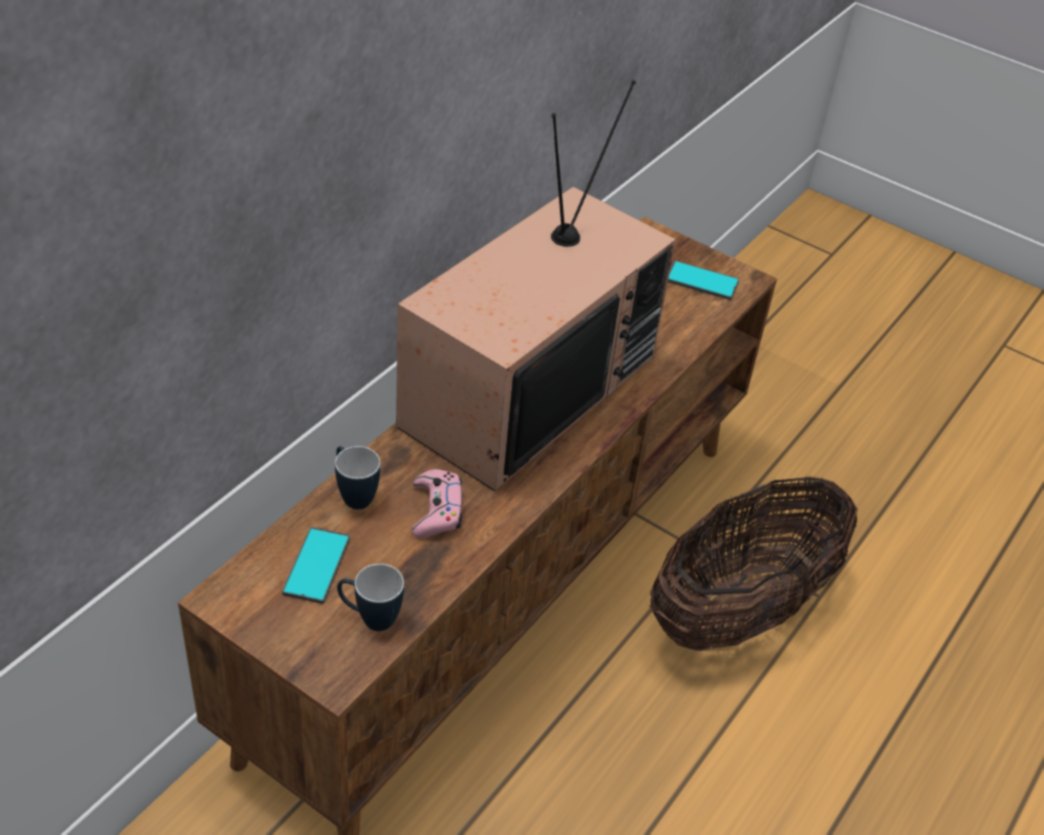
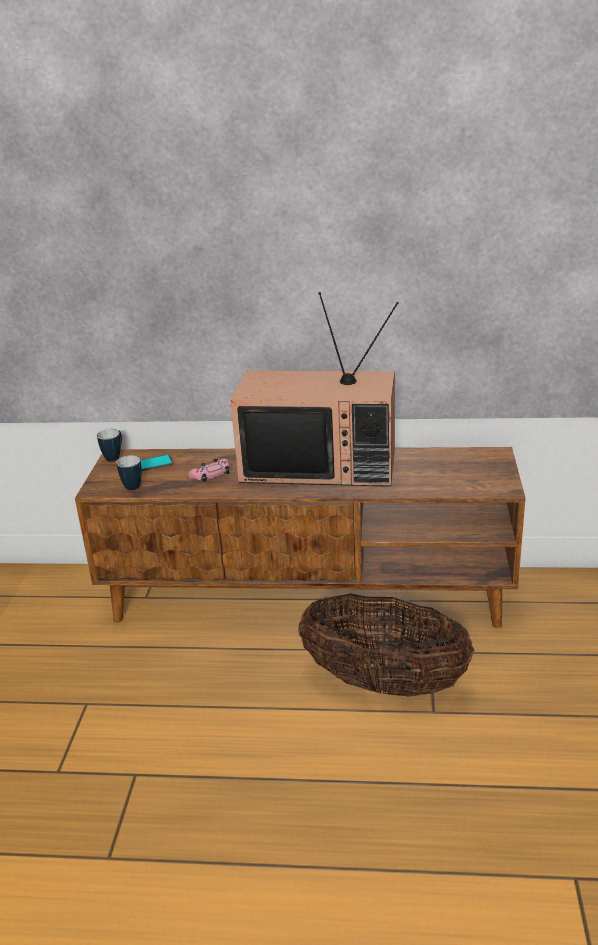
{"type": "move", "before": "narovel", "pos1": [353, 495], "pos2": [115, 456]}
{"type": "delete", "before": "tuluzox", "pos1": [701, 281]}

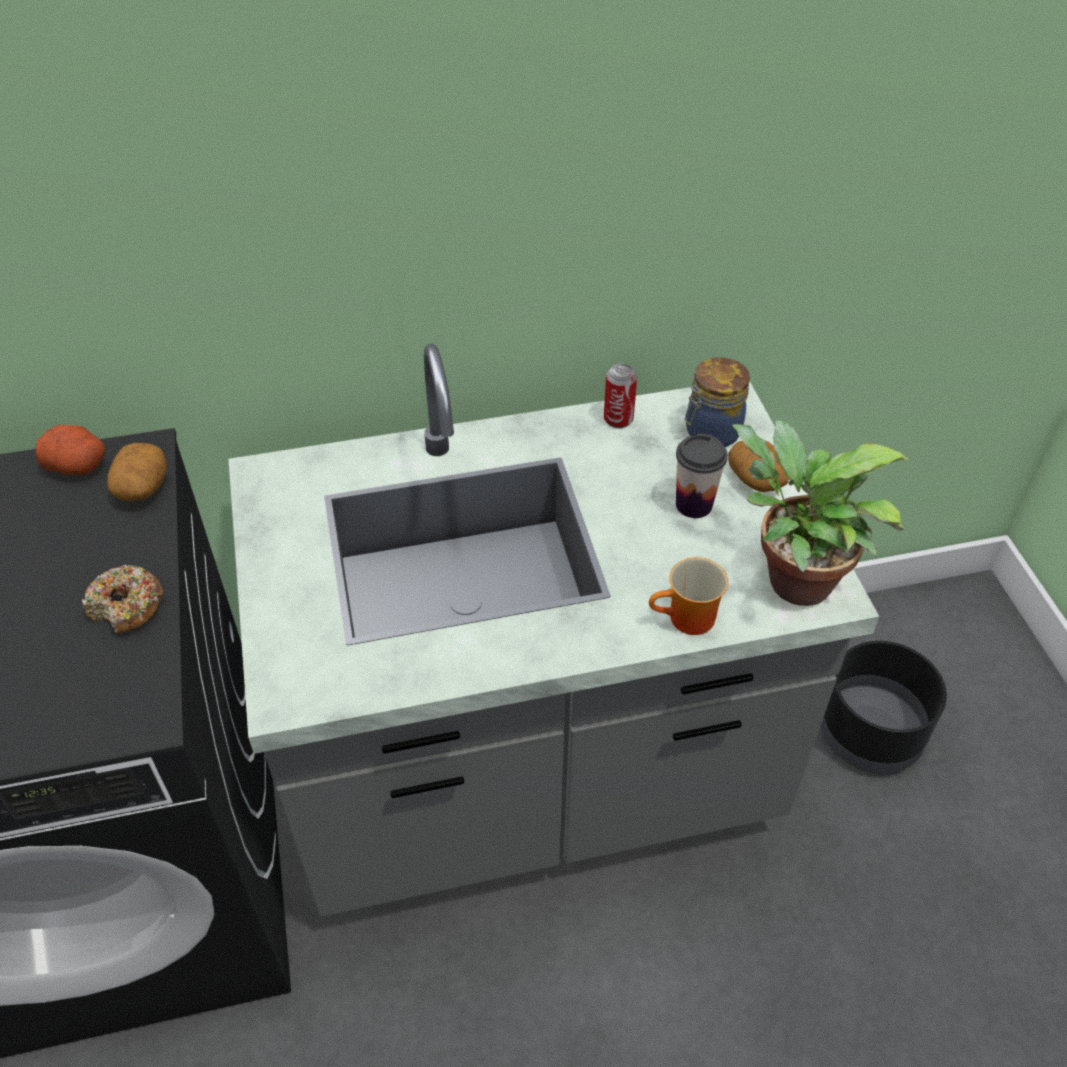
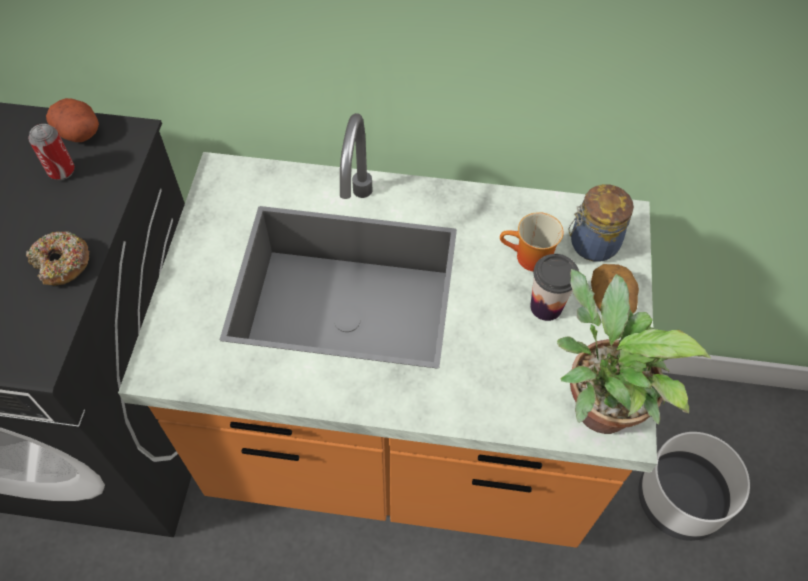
{"type": "delete", "before": "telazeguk", "pos1": [142, 487]}
{"type": "recolor", "before": "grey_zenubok", "after": "orange_zenubok", "pos1": [533, 779], "pos2": [401, 442]}
{"type": "move", "before": "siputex", "pos1": [618, 419], "pos2": [61, 171]}
{"type": "move", "before": "narovel", "pos1": [688, 621], "pos2": [529, 259]}
{"type": "recolor", "before": "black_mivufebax", "after": "white_mivufebax", "pos1": [871, 732], "pos2": [680, 499]}

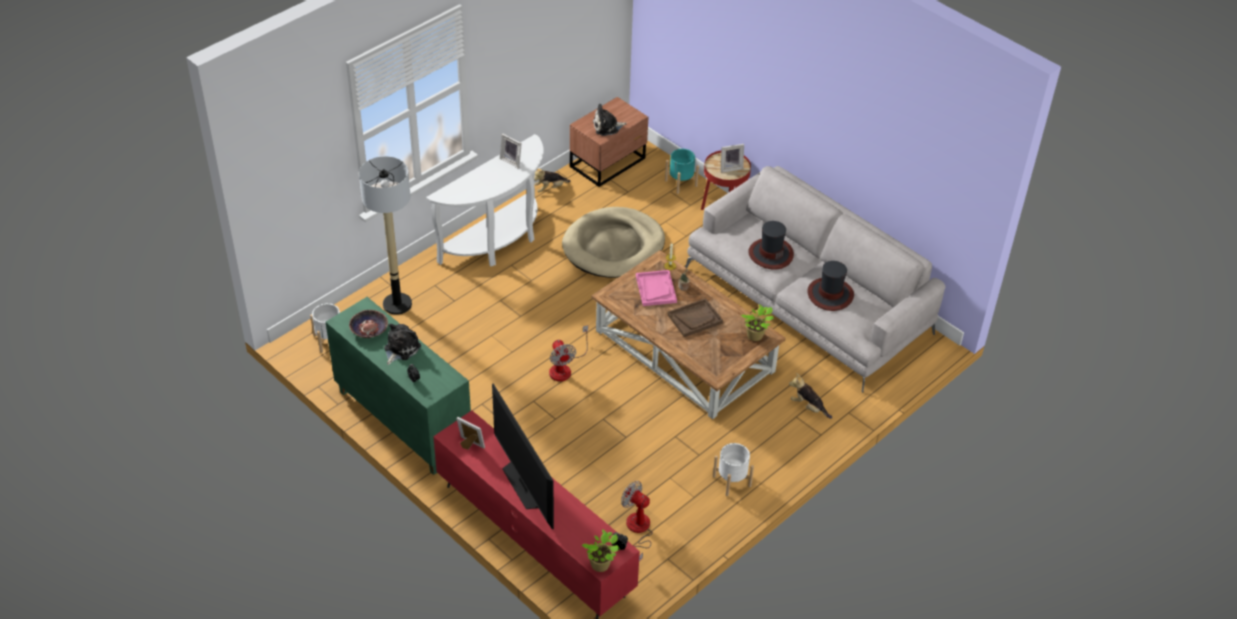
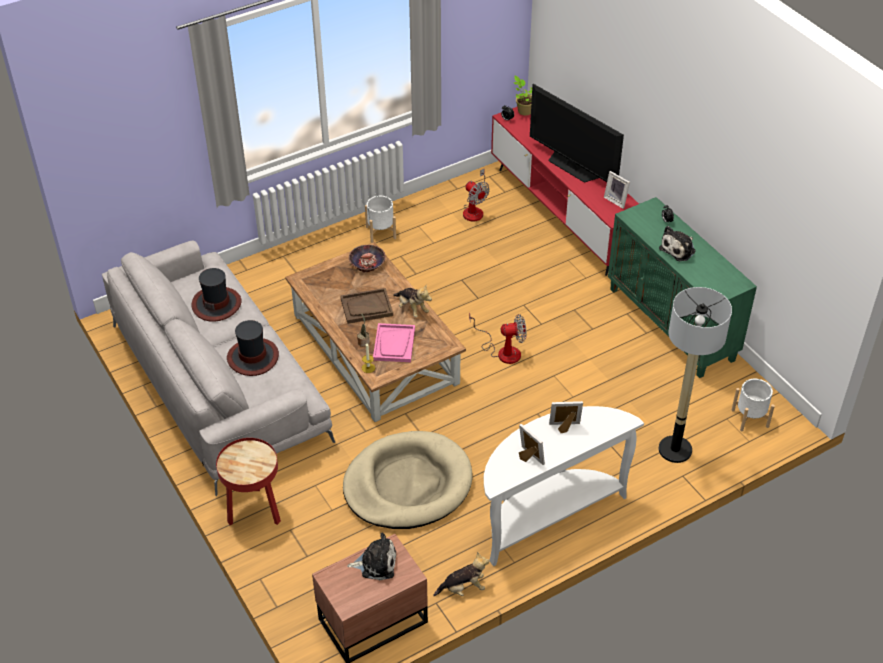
{"type": "move", "before": "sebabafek", "pos1": [369, 329], "pos2": [367, 263]}
{"type": "rotate", "before": "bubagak", "pos1": [525, 484], "pos2": [573, 167], "turn": 150}
{"type": "rotate", "before": "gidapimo", "pos1": [564, 367], "pos2": [502, 351], "turn": 90}
{"type": "delete", "before": "turquoise_mivufebax", "pos1": [681, 183]}
{"type": "move", "before": "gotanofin", "pos1": [730, 167], "pos2": [565, 428]}
{"type": "delete", "before": "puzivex", "pos1": [756, 336]}
{"type": "move", "before": "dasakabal", "pos1": [808, 407], "pos2": [412, 308]}

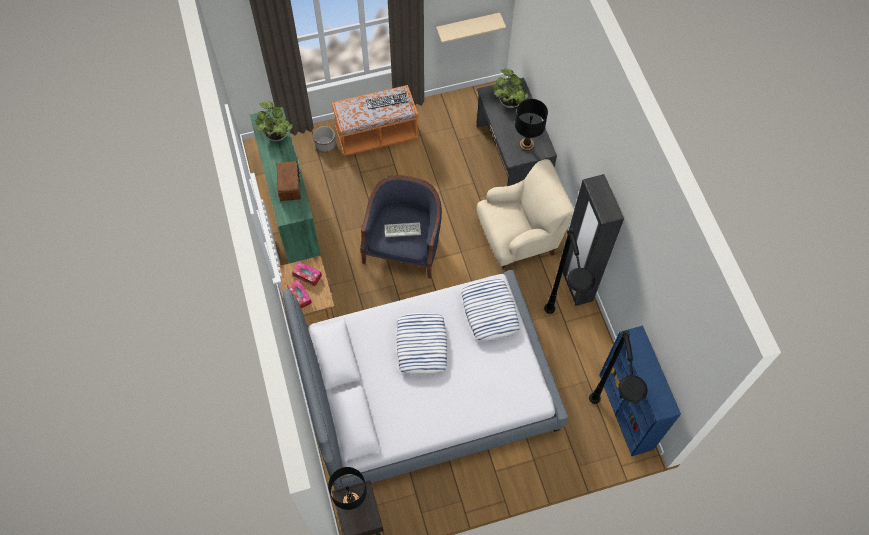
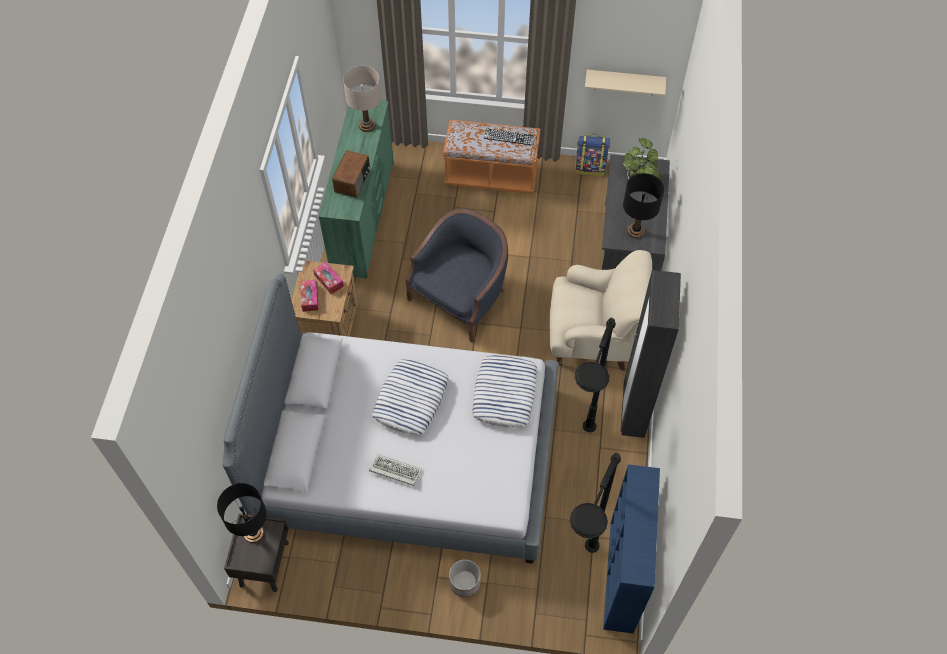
{"type": "replace", "before": "puzivex", "after": "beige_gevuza", "pos1": [276, 134], "pos2": [366, 126]}
{"type": "move", "before": "mivufebax", "pos1": [325, 145], "pos2": [464, 583]}
{"type": "move", "before": "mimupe", "pos1": [401, 231], "pos2": [394, 471]}
{"type": "insert", "after": "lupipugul", "pos2": [590, 168]}

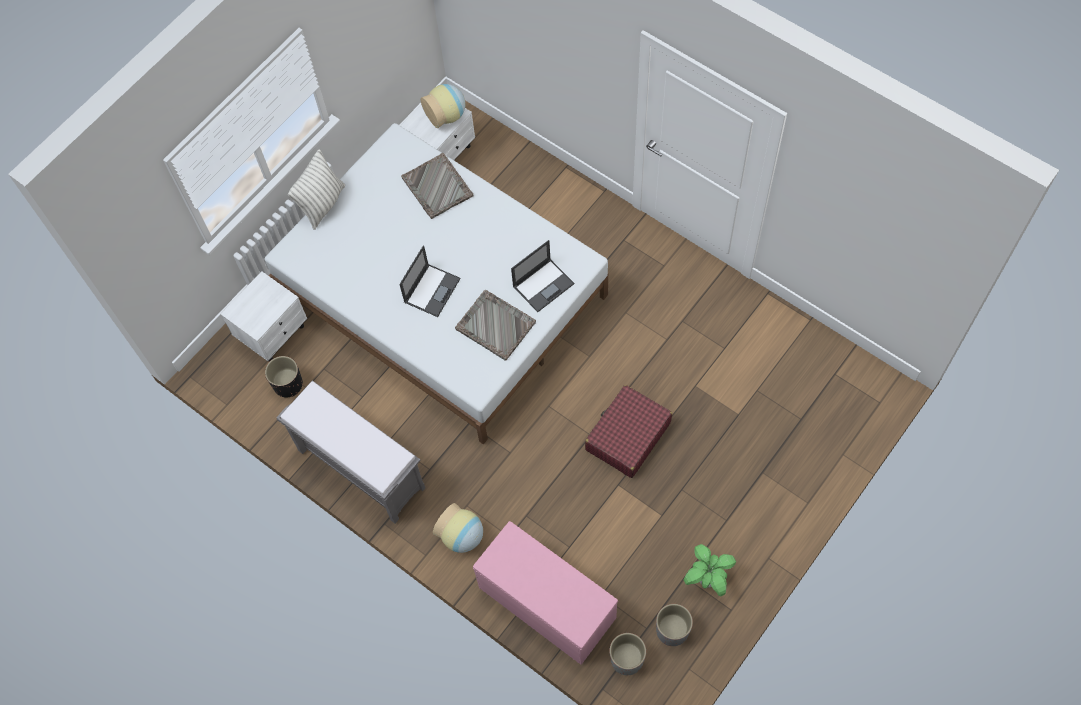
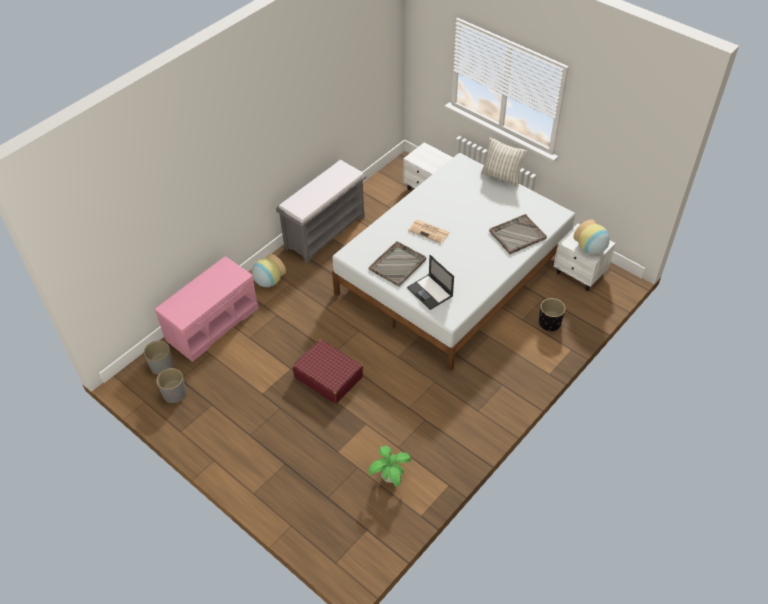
{"type": "move", "before": "black_mivufebax", "pos1": [288, 384], "pos2": [549, 323]}
{"type": "replace", "before": "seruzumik", "after": "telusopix", "pos1": [432, 290], "pos2": [429, 231]}
{"type": "move", "before": "puzivex", "pos1": [708, 579], "pos2": [390, 478]}

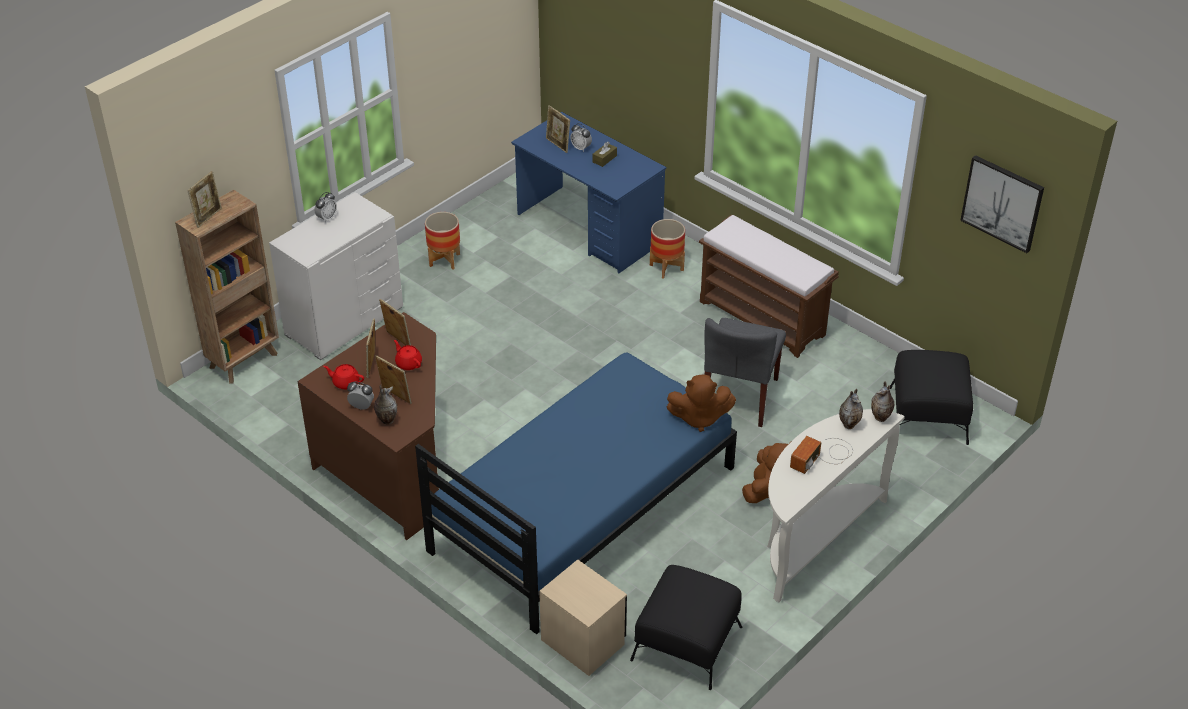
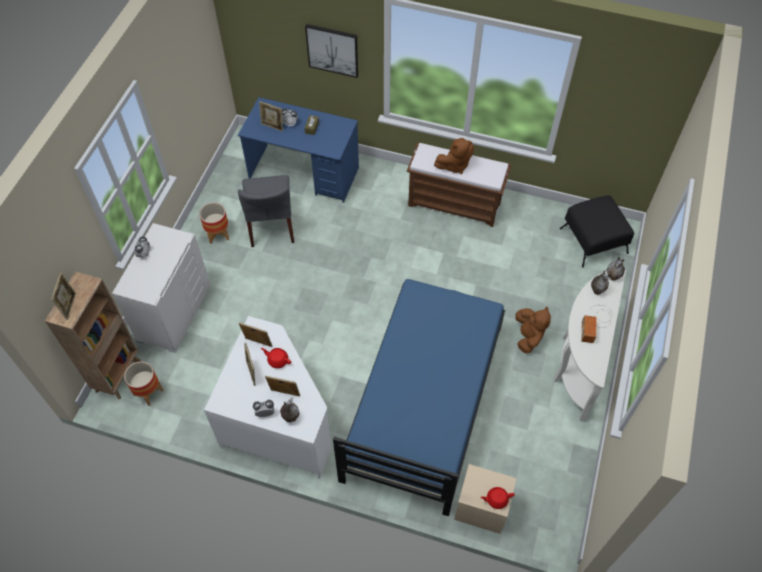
{"type": "recolor", "before": "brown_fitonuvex", "after": "white_fitonuvex", "pos1": [394, 468], "pos2": [278, 422]}
{"type": "move", "before": "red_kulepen", "pos1": [345, 382], "pos2": [496, 499]}
{"type": "delete", "before": "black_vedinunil", "pos1": [686, 643]}
{"type": "move", "before": "mivufebax", "pos1": [666, 267], "pos2": [148, 392]}
{"type": "move", "before": "brown_dasakabal", "pos1": [699, 418], "pos2": [454, 165]}
{"type": "move", "before": "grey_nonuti", "pos1": [739, 396], "pos2": [271, 225]}
{"type": "move", "before": "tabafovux", "pos1": [1002, 203], "pos2": [332, 50]}

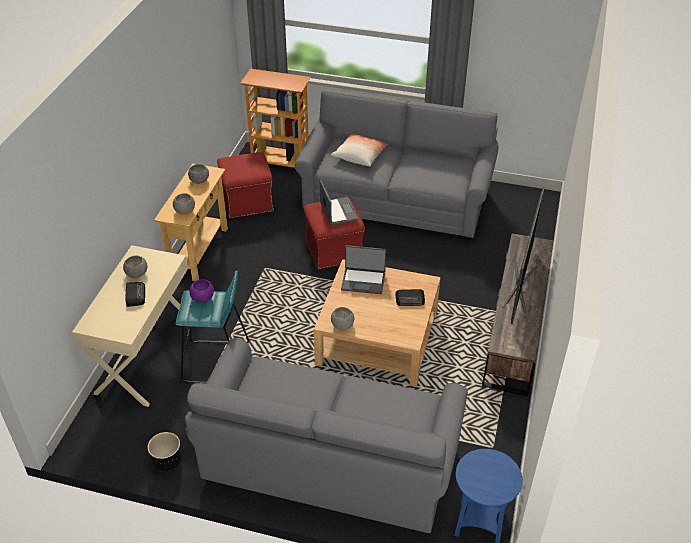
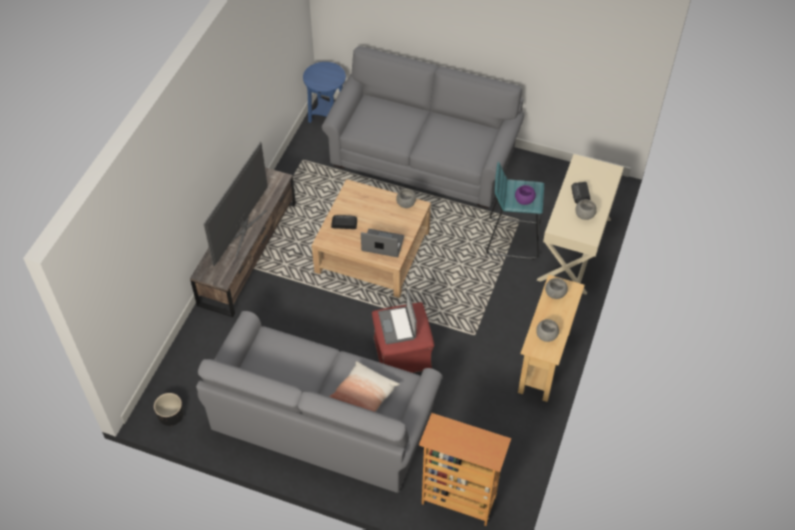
{"type": "move", "before": "black_mivufebax", "pos1": [167, 462], "pos2": [172, 416]}
{"type": "delete", "before": "red_vedinunil", "pos1": [247, 202]}

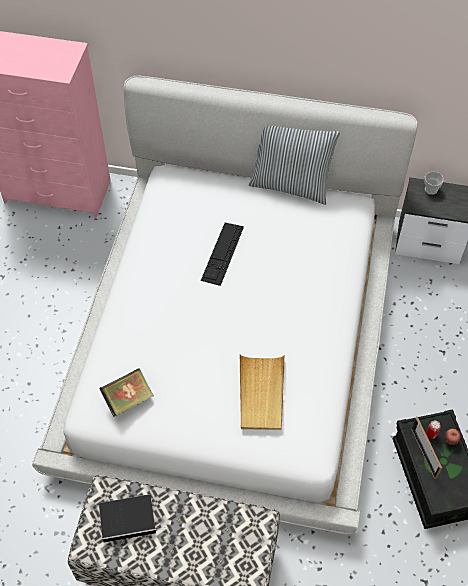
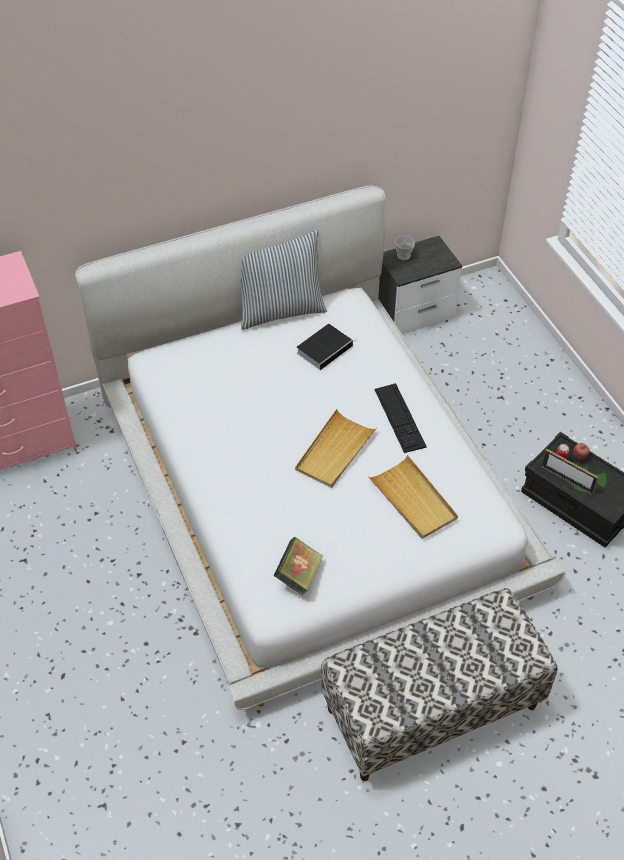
{"type": "move", "before": "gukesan", "pos1": [129, 519], "pos2": [325, 348]}
{"type": "move", "before": "mimupe", "pos1": [222, 253], "pos2": [399, 417]}
{"type": "insert", "after": "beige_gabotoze", "pos2": [335, 451]}

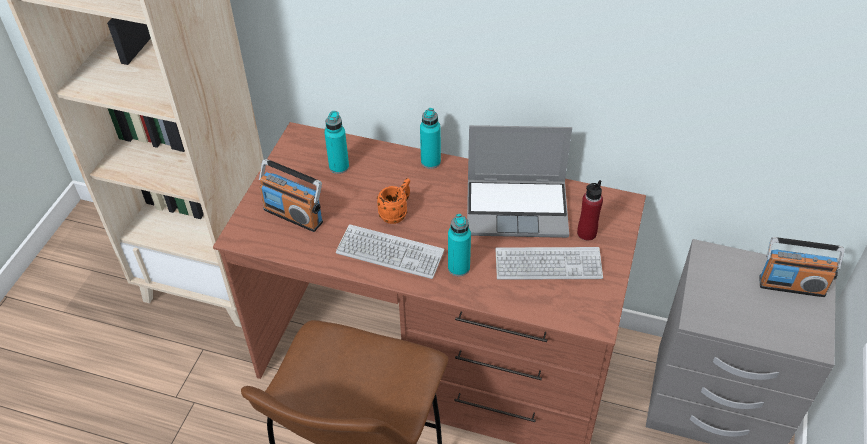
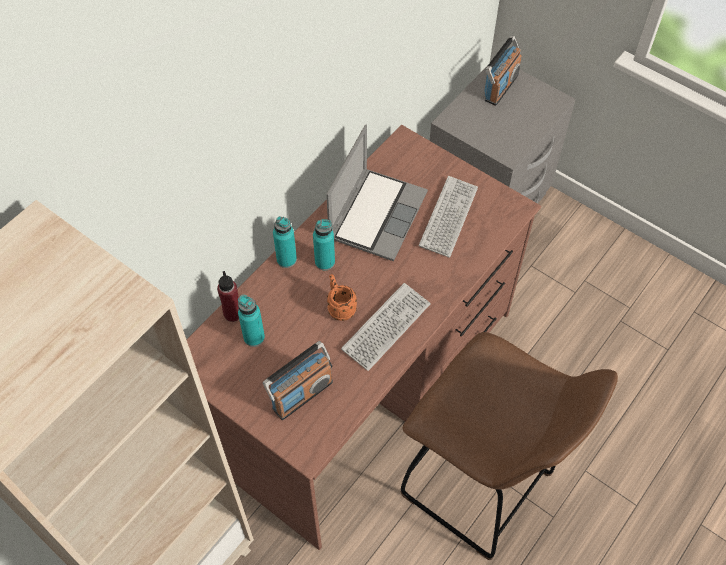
{"type": "move", "before": "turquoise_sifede", "pos1": [458, 268], "pos2": [325, 262]}
{"type": "move", "before": "red_sifede", "pos1": [586, 233], "pos2": [233, 313]}

